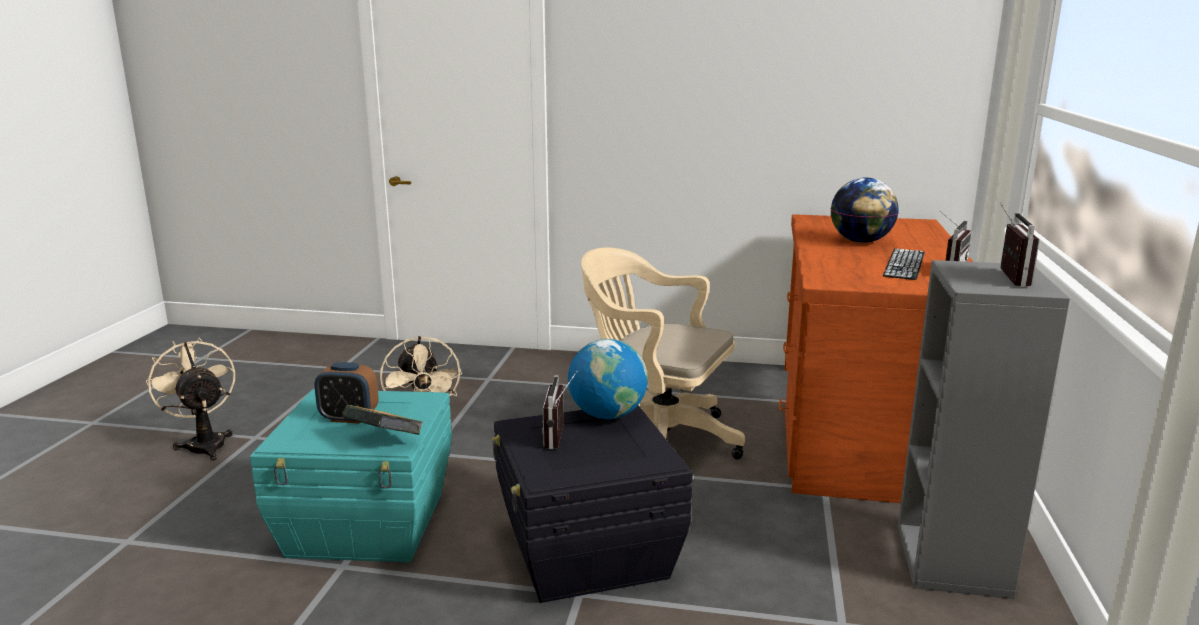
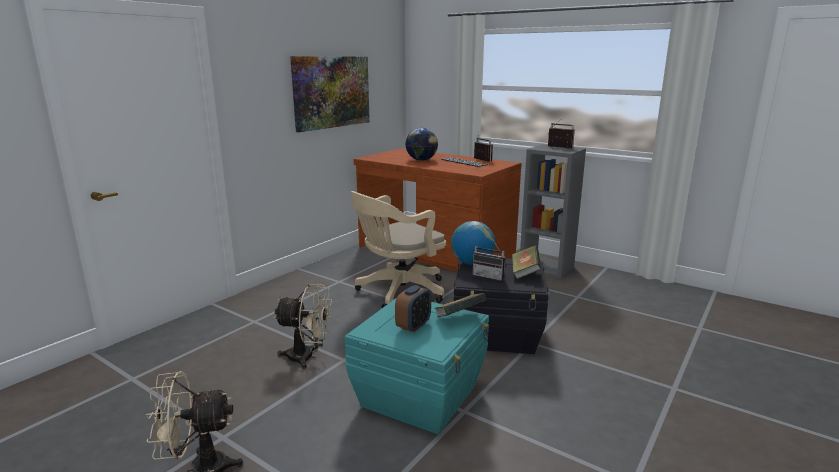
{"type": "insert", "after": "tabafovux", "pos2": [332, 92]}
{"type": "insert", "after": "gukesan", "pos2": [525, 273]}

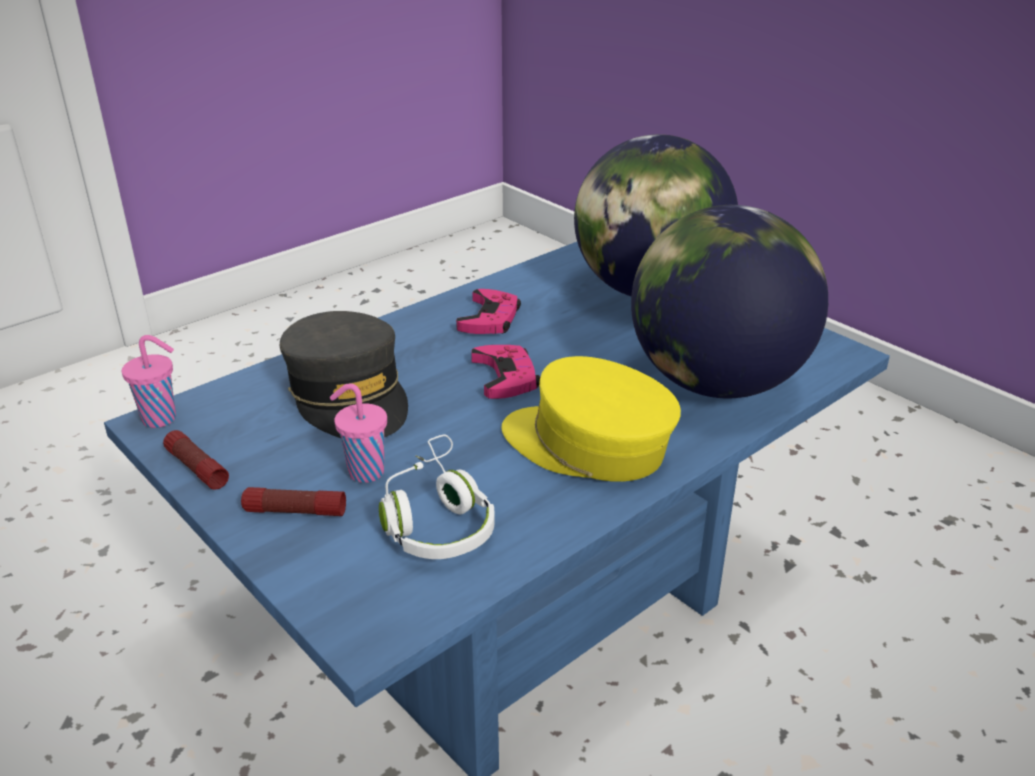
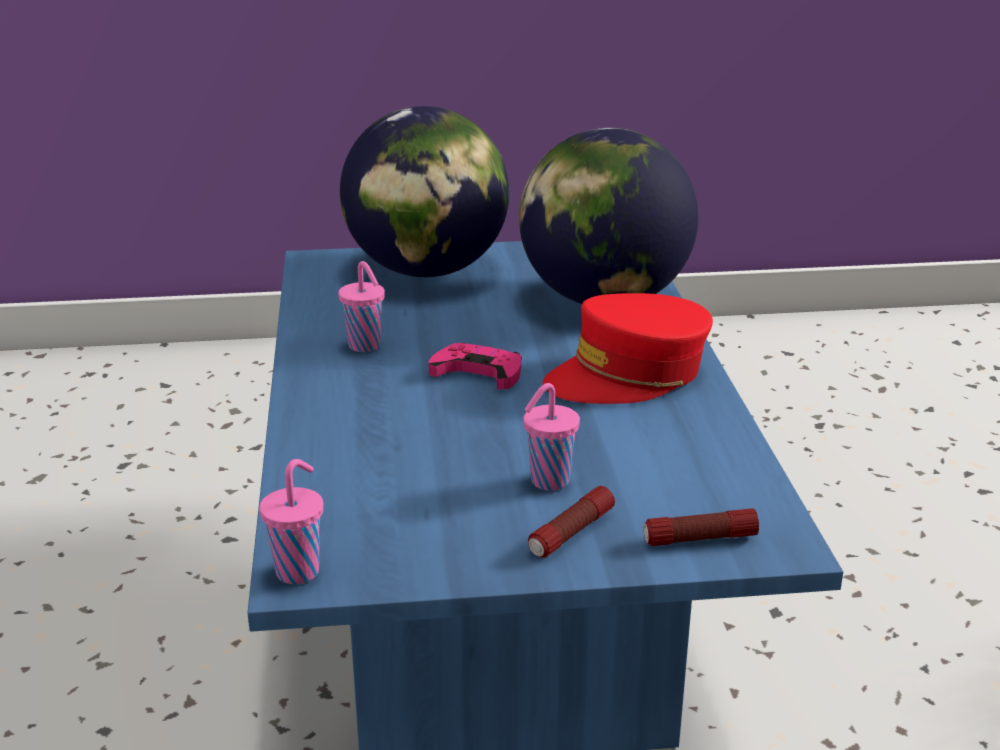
{"type": "move", "before": "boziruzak", "pos1": [196, 468], "pos2": [699, 539]}
{"type": "delete", "before": "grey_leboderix", "pos1": [349, 396]}
{"type": "delete", "before": "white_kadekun", "pos1": [437, 519]}
{"type": "replace", "before": "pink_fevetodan", "after": "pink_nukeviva", "pos1": [490, 319], "pos2": [365, 346]}
{"type": "recolor", "before": "yellow_leboderix", "after": "red_leboderix", "pos1": [588, 445], "pos2": [628, 375]}

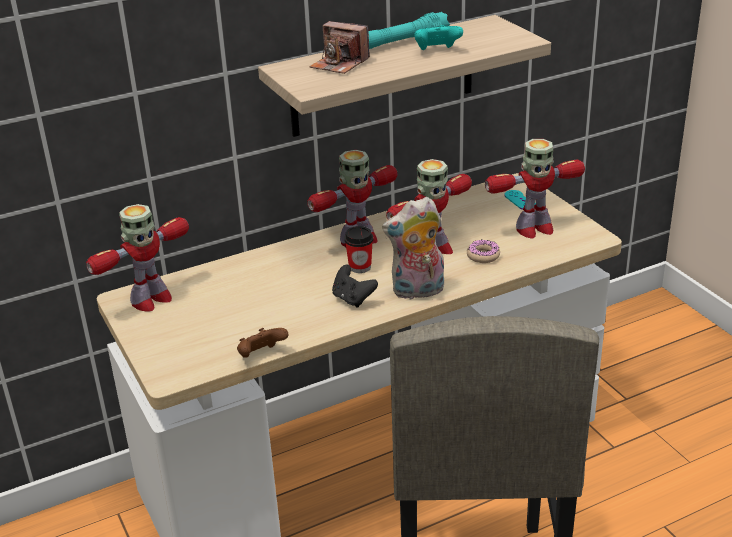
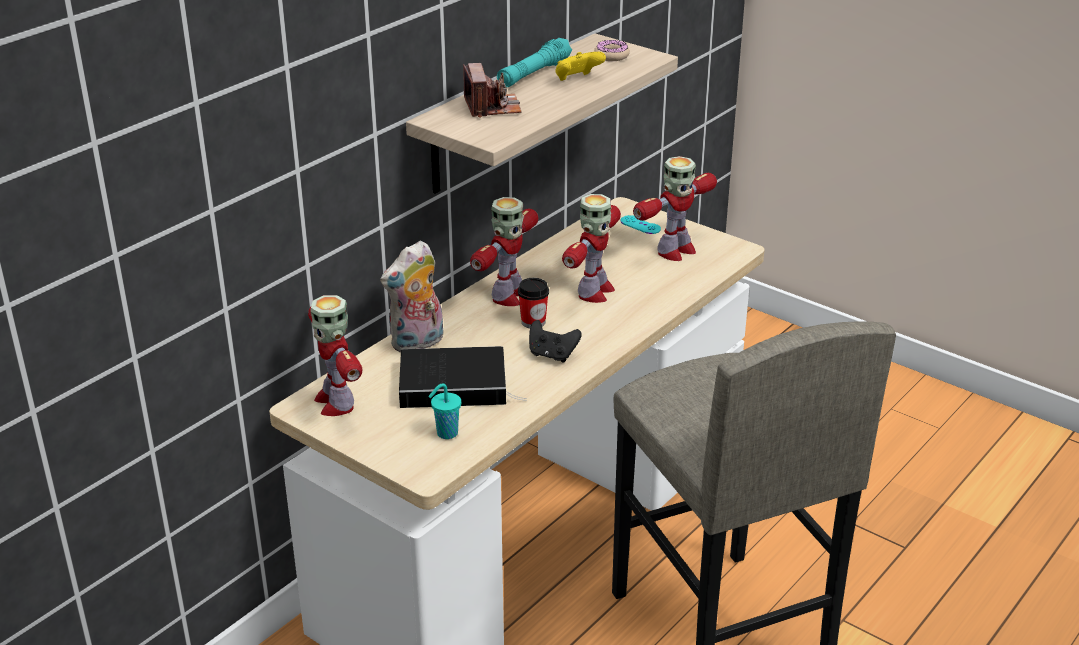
{"type": "rotate", "before": "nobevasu", "pos1": [150, 300], "pos2": [336, 402], "turn": 135}
{"type": "delete", "before": "brown_fevetodan", "pos1": [261, 355]}
{"type": "rotate", "before": "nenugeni", "pos1": [339, 64], "pos2": [492, 107], "turn": -105}
{"type": "move", "before": "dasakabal", "pos1": [417, 292], "pos2": [417, 343]}
{"type": "recolor", "before": "turquoise_fevetodan", "after": "yellow_fevetodan", "pos1": [437, 51], "pos2": [577, 80]}
{"type": "move", "before": "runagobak", "pos1": [483, 256], "pos2": [611, 56]}
{"type": "insert", "after": "gukesan", "pos2": [456, 384]}
{"type": "insert", "after": "turquoise_nukeviva", "pos2": [446, 433]}

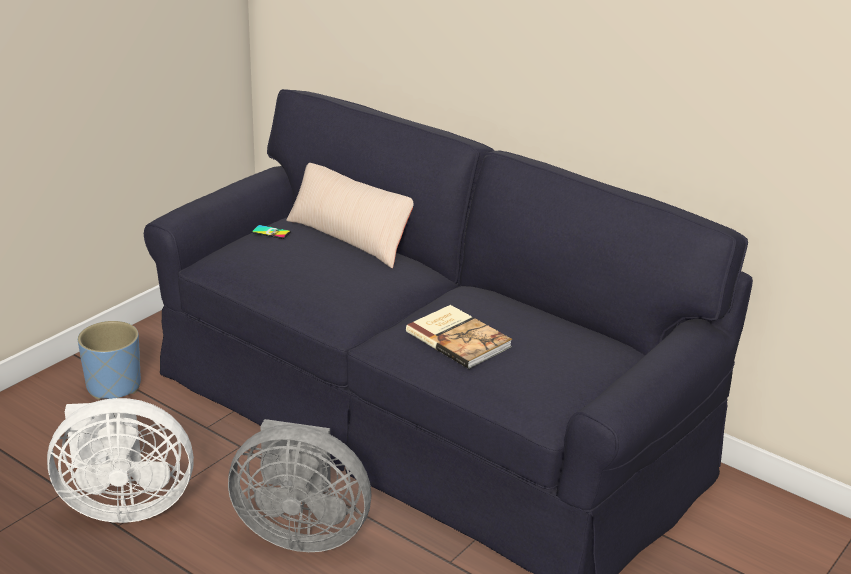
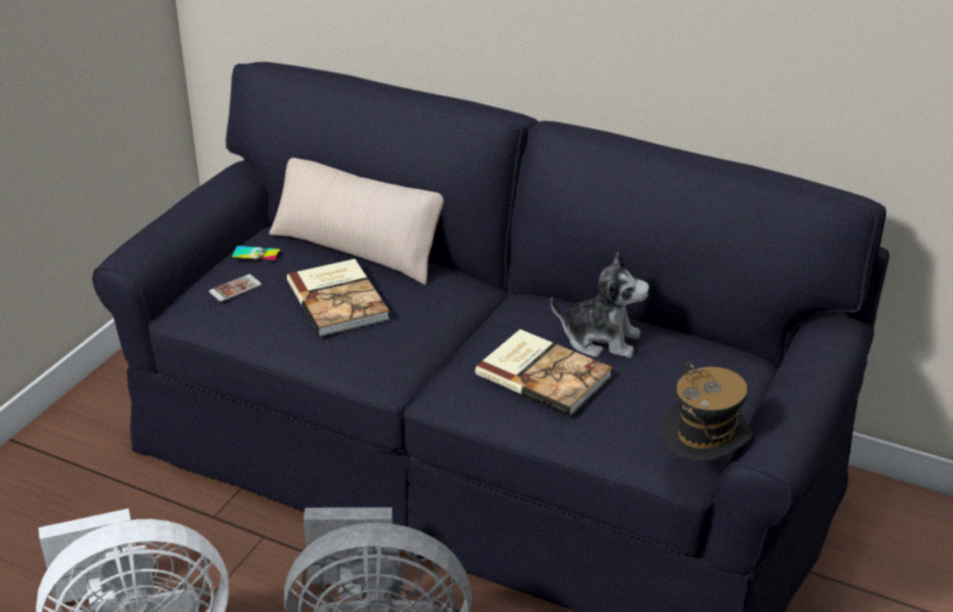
{"type": "delete", "before": "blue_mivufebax", "pos1": [114, 386]}
{"type": "insert", "after": "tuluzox", "pos2": [235, 288]}
{"type": "insert", "after": "gukesan", "pos2": [339, 299]}
{"type": "insert", "after": "dasakabal", "pos2": [600, 339]}
{"type": "insert", "after": "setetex", "pos2": [701, 467]}

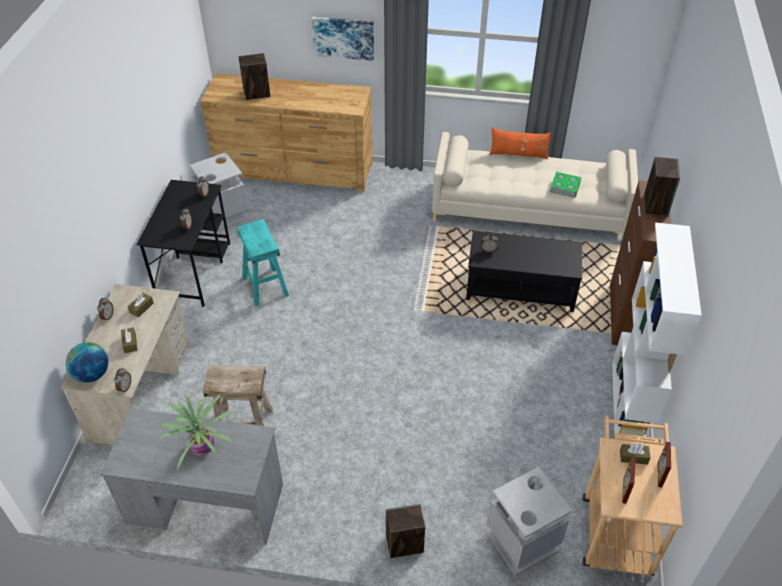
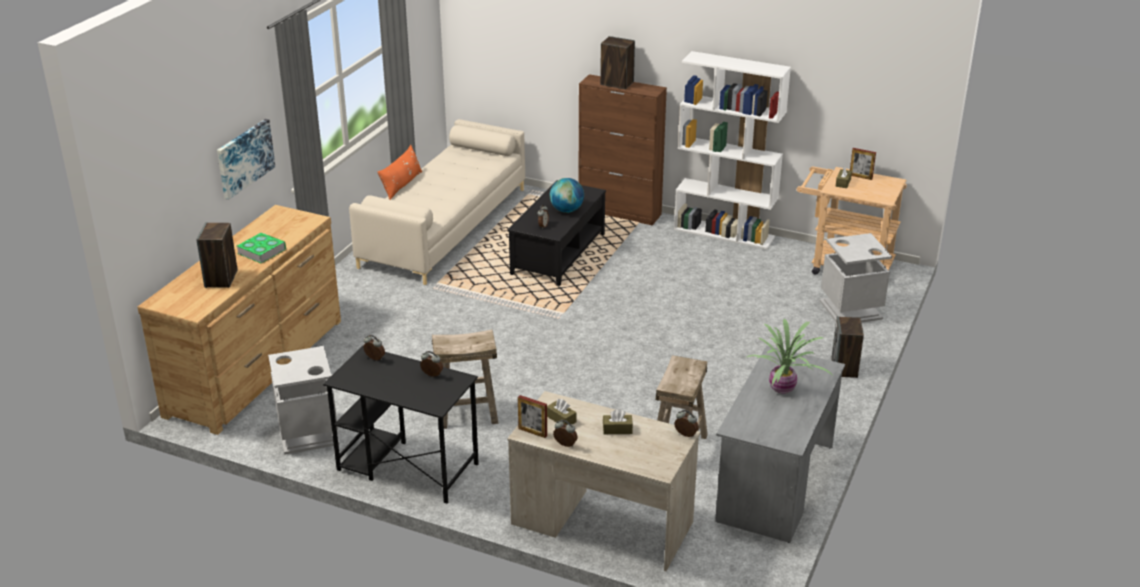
{"type": "move", "before": "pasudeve", "pos1": [92, 374], "pos2": [566, 210]}
{"type": "recolor", "before": "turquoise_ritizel", "after": "beige_ritizel", "pos1": [265, 286], "pos2": [467, 412]}
{"type": "move", "before": "gukesan", "pos1": [565, 187], "pos2": [262, 251]}
{"type": "move", "before": "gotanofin", "pos1": [625, 490], "pos2": [532, 432]}

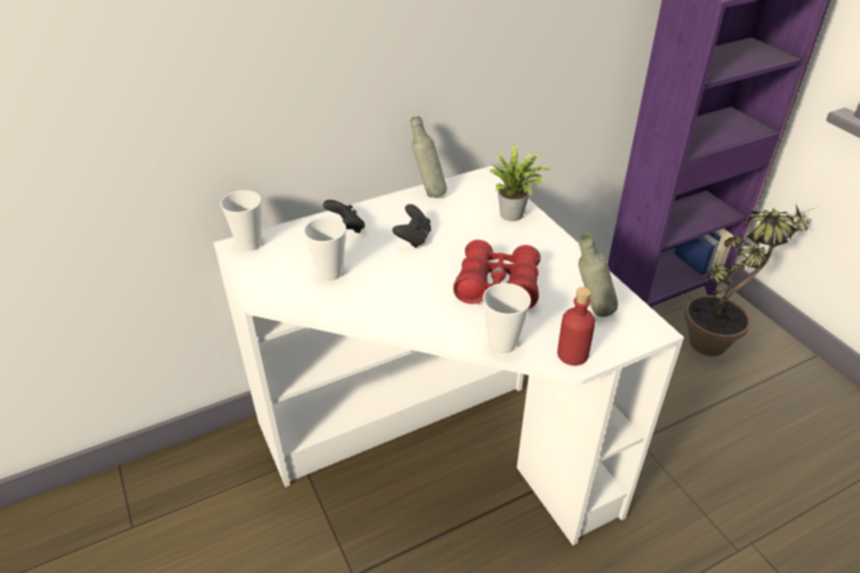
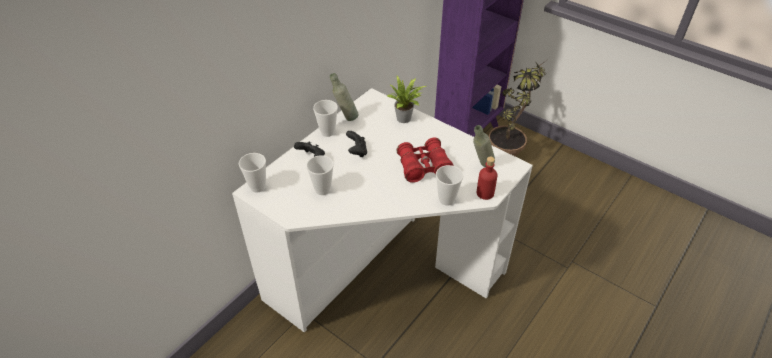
{"type": "insert", "after": "nukeviva", "pos2": [327, 132]}

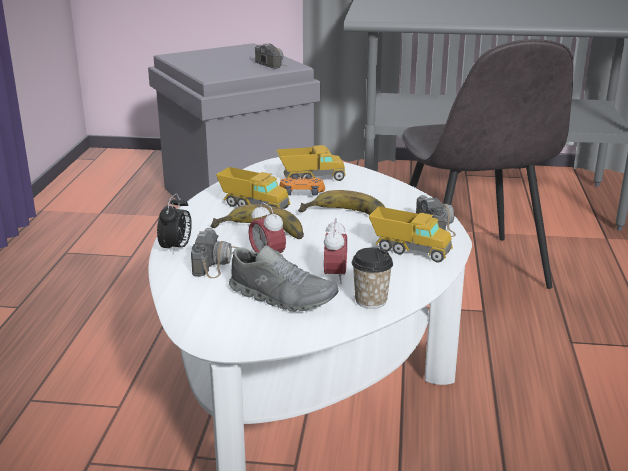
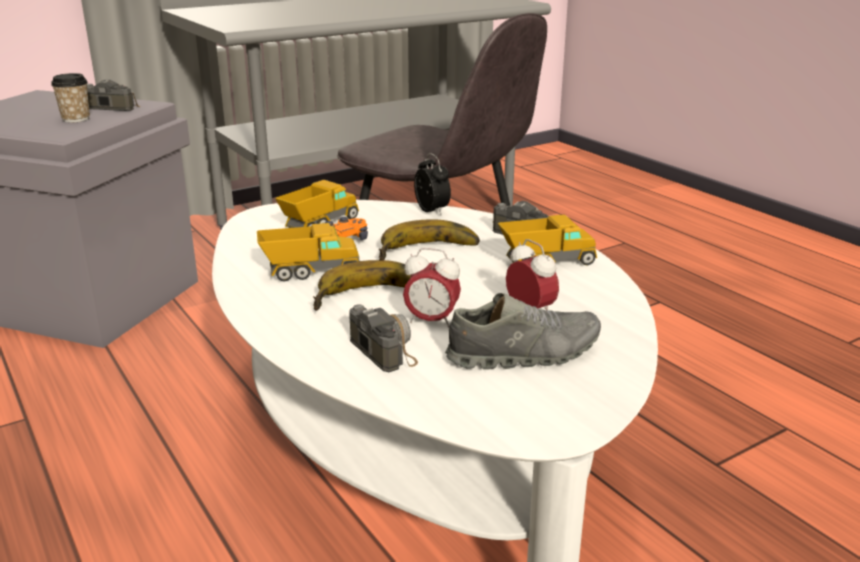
{"type": "move", "before": "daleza", "pos1": [176, 248], "pos2": [433, 211]}
{"type": "move", "before": "nukeviva", "pos1": [371, 301], "pos2": [76, 119]}

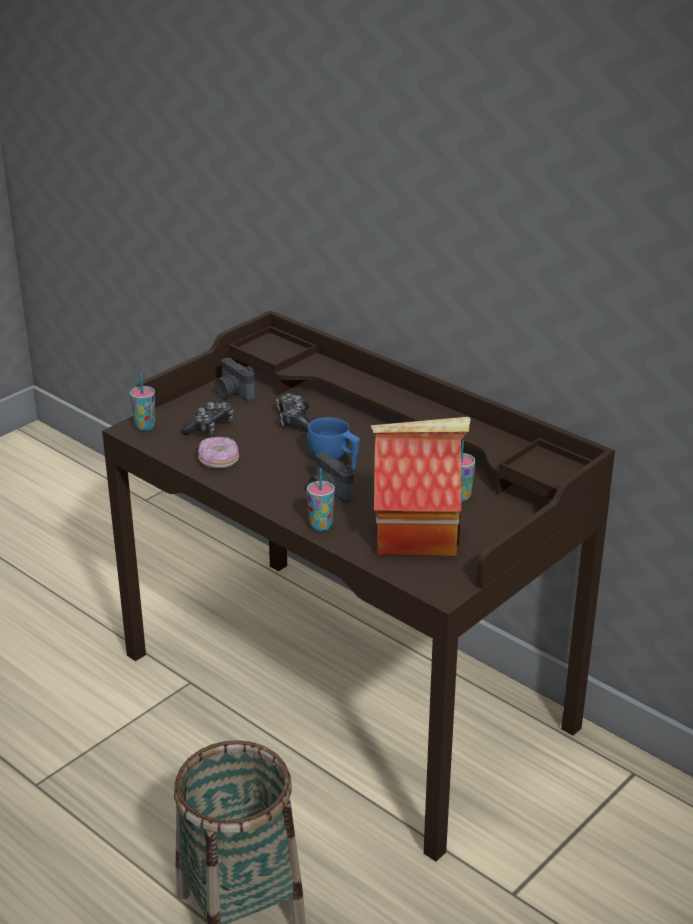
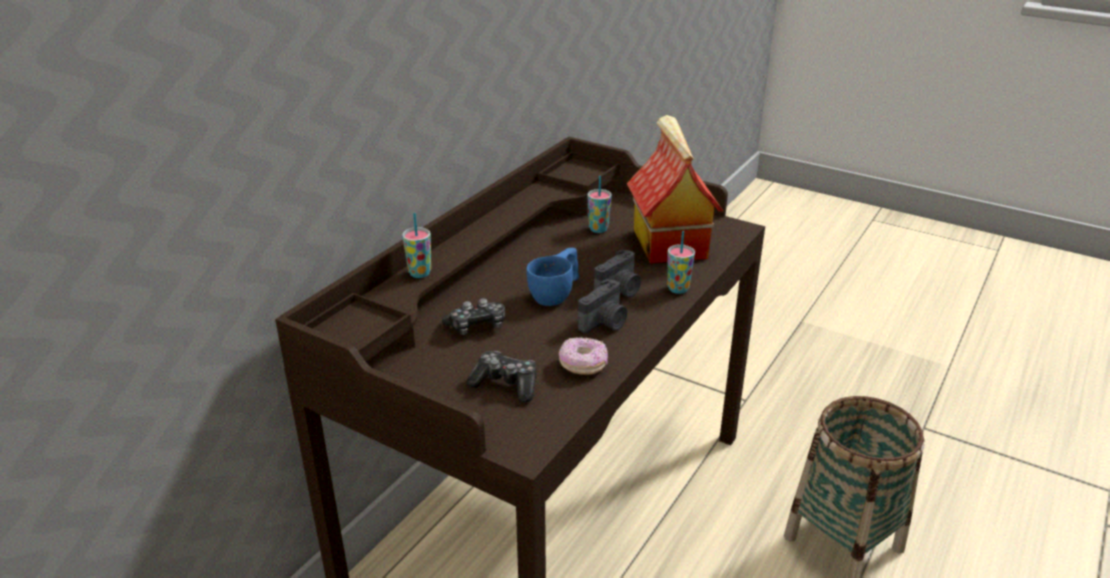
{"type": "move", "before": "nukeviva", "pos1": [145, 427], "pos2": [420, 273]}
{"type": "move", "before": "nenugeni", "pos1": [233, 393], "pos2": [605, 323]}

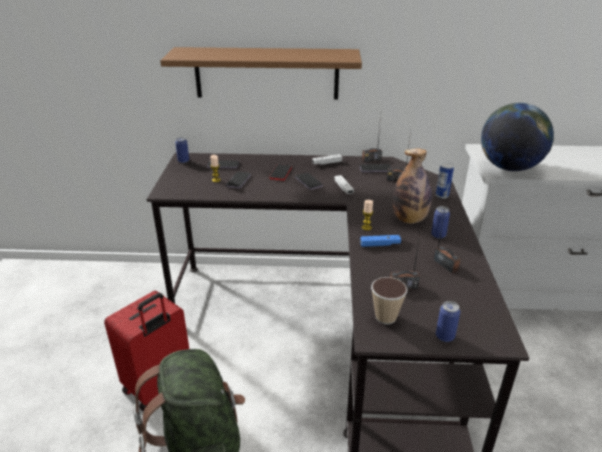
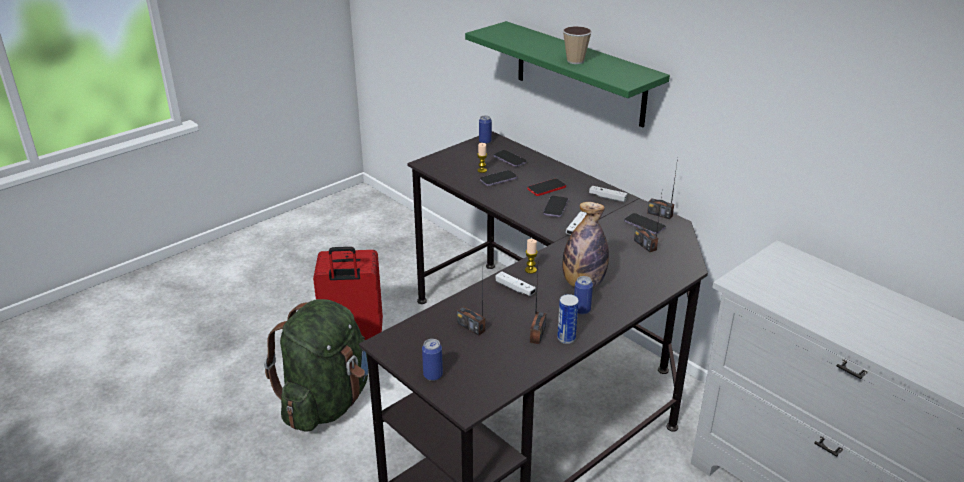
{"type": "recolor", "before": "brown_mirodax", "after": "green_mirodax", "pos1": [266, 73], "pos2": [579, 74]}
{"type": "recolor", "before": "blue_fevetodan", "after": "white_fevetodan", "pos1": [380, 244], "pos2": [515, 288]}
{"type": "move", "before": "nukeviva", "pos1": [385, 317], "pos2": [575, 61]}
{"type": "move", "before": "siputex", "pos1": [442, 195], "pos2": [566, 338]}
{"type": "delete", "before": "pasudeve", "pos1": [509, 168]}

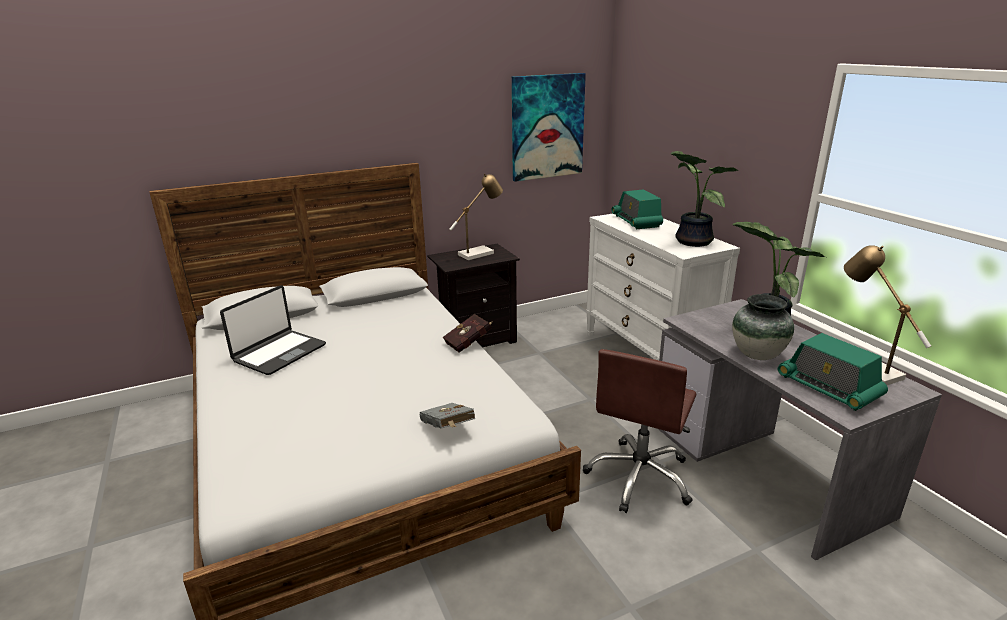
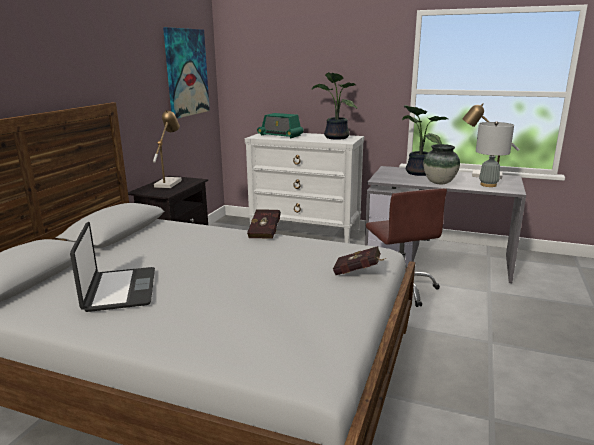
{"type": "recolor", "before": "grey_gukesan", "after": "red_gukesan", "pos1": [448, 429], "pos2": [358, 273]}
{"type": "replace", "before": "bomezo", "after": "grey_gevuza", "pos1": [828, 387], "pos2": [488, 185]}

